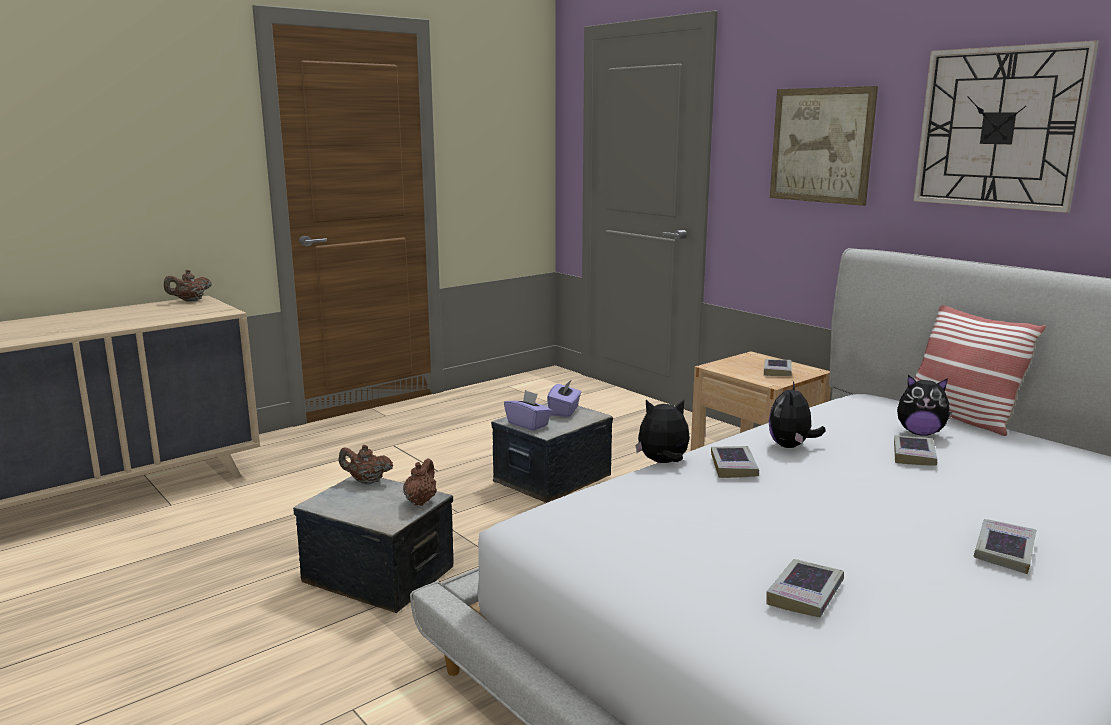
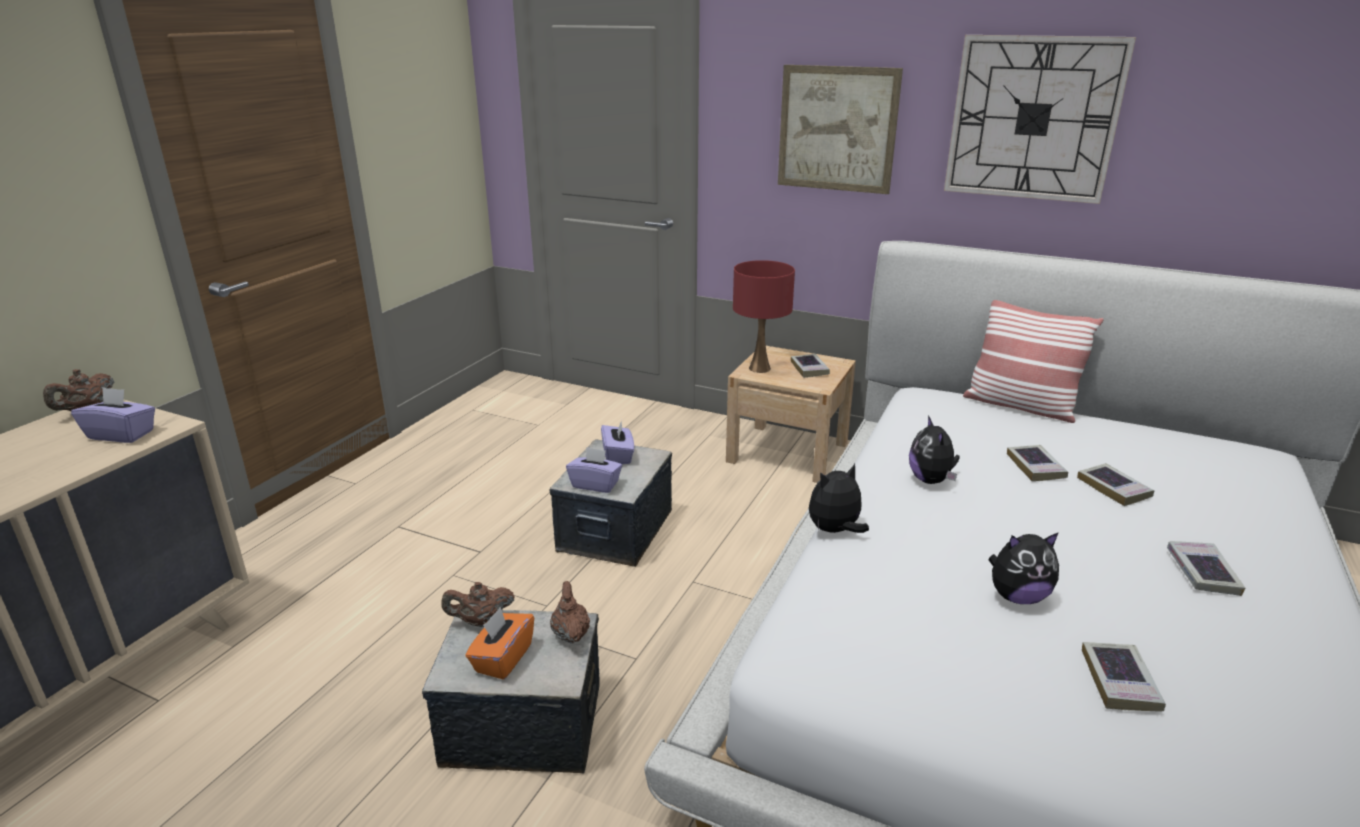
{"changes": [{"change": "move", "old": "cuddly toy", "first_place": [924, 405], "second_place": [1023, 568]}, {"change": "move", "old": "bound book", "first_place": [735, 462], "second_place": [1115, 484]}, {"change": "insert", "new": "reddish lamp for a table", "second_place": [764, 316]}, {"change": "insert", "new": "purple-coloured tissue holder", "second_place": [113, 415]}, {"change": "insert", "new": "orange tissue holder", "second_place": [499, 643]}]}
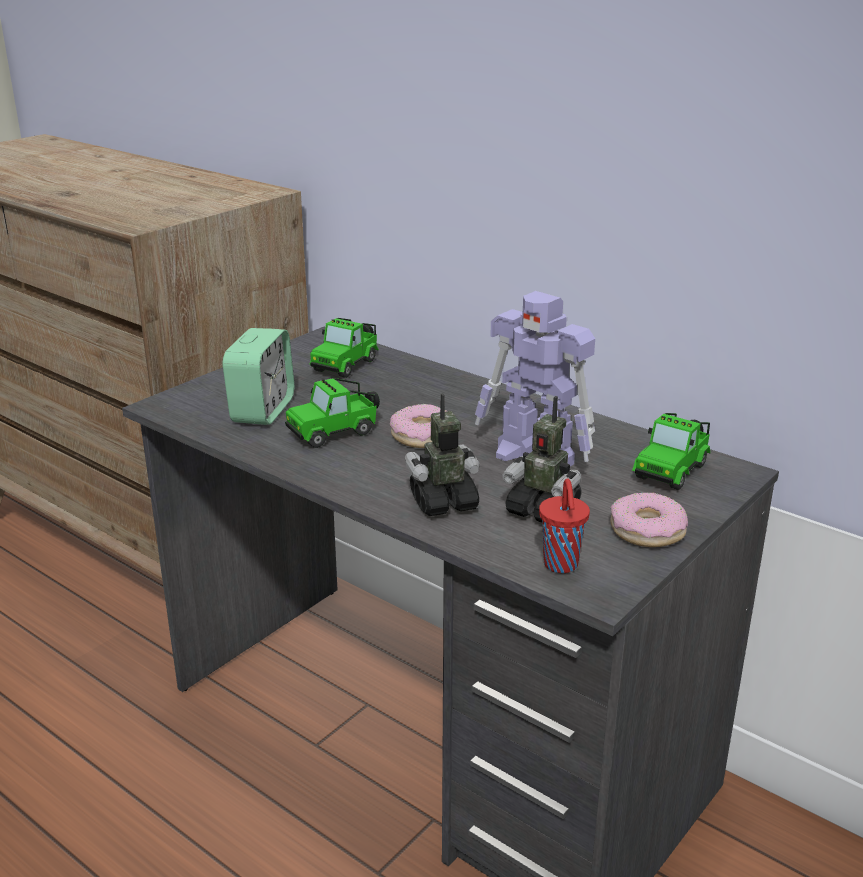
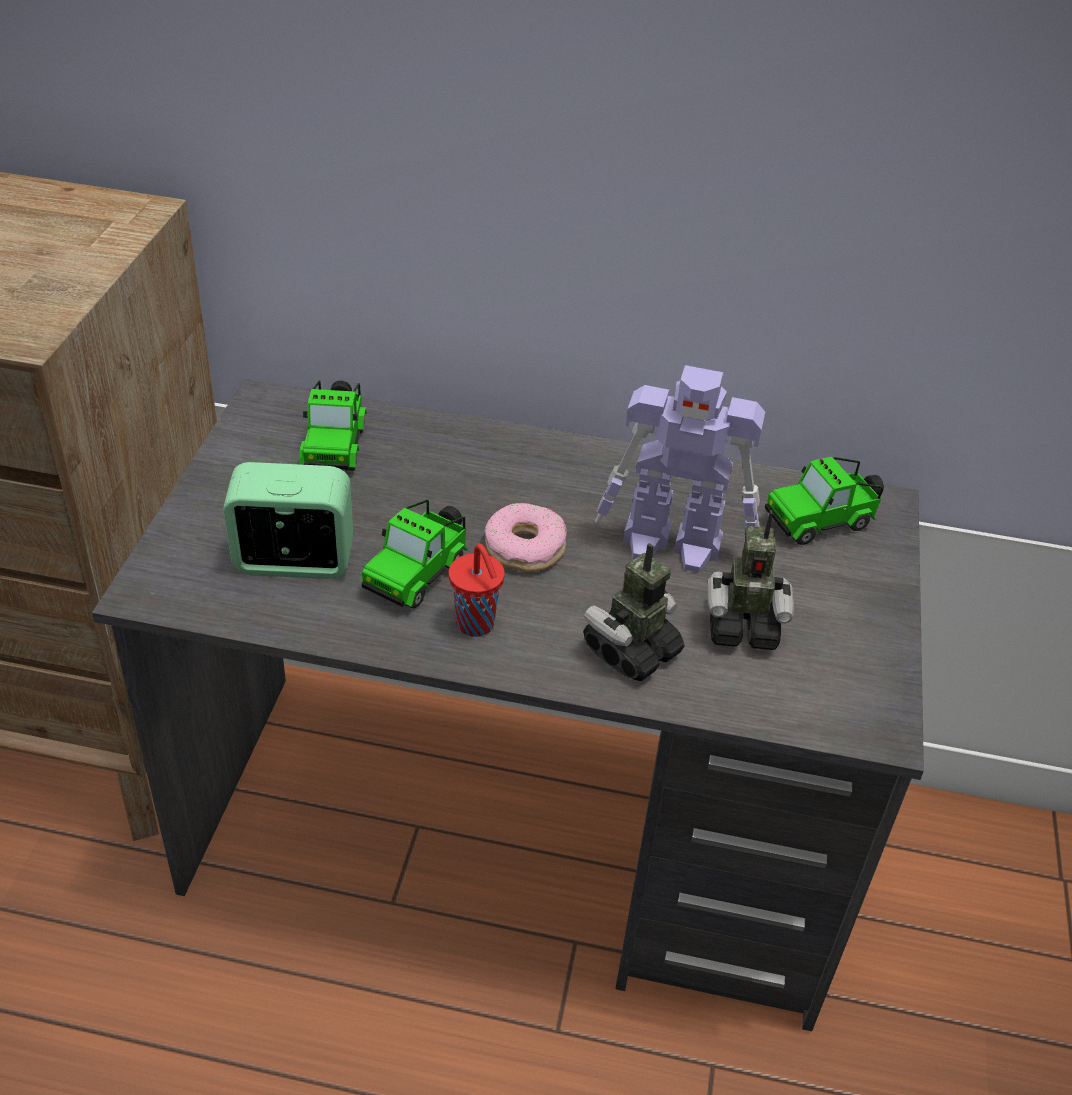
{"changes": [{"change": "rotate", "old": "bedside clock", "first_place": [258, 376], "second_place": [288, 520], "degrees": -75}, {"change": "rotate", "old": "toy car", "first_place": [671, 451], "second_place": [824, 501], "degrees": 60}, {"change": "move", "old": "reddish small cup", "first_place": [564, 526], "second_place": [476, 590]}, {"change": "delete", "old": "donut", "first_place": [649, 519]}]}
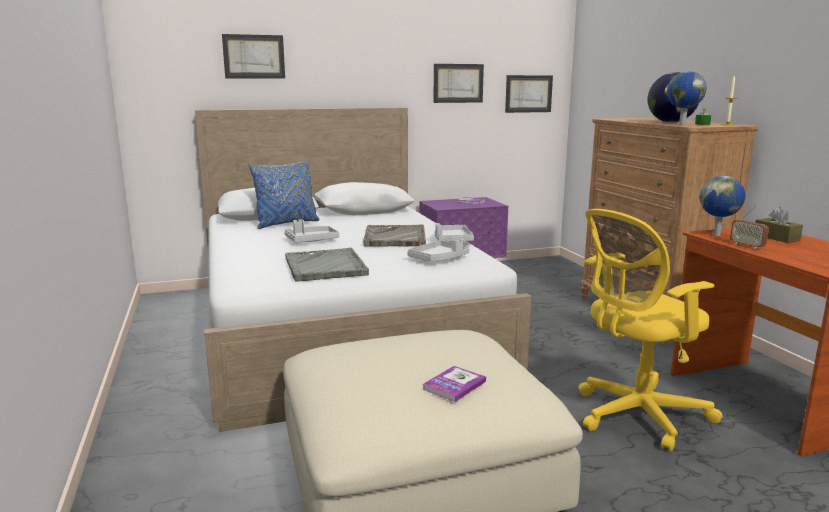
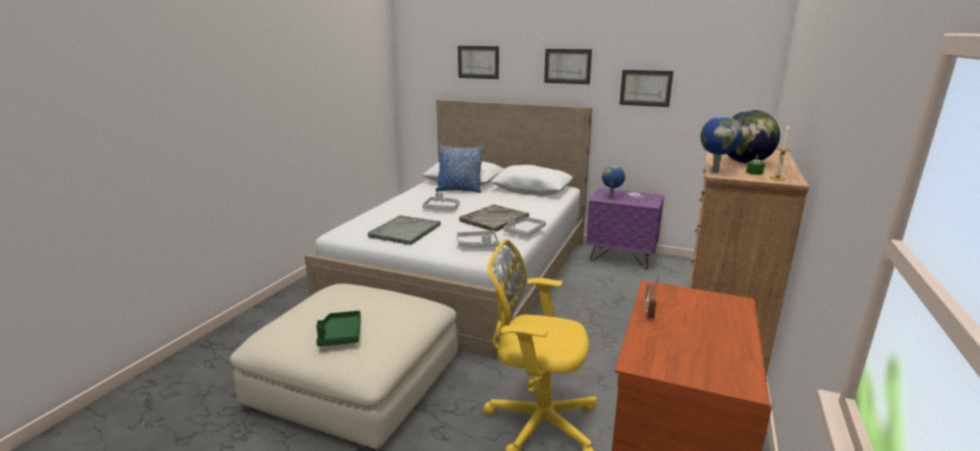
{"changes": [{"change": "move", "old": "wall art", "first_place": [529, 94], "second_place": [568, 66]}, {"change": "move", "old": "globe", "first_place": [722, 206], "second_place": [613, 182]}, {"change": "delete", "old": "brown tissue holder", "first_place": [779, 225]}, {"change": "replace", "old": "bound book", "new": "greenish serving tray", "first_place": [454, 384], "second_place": [338, 328]}]}
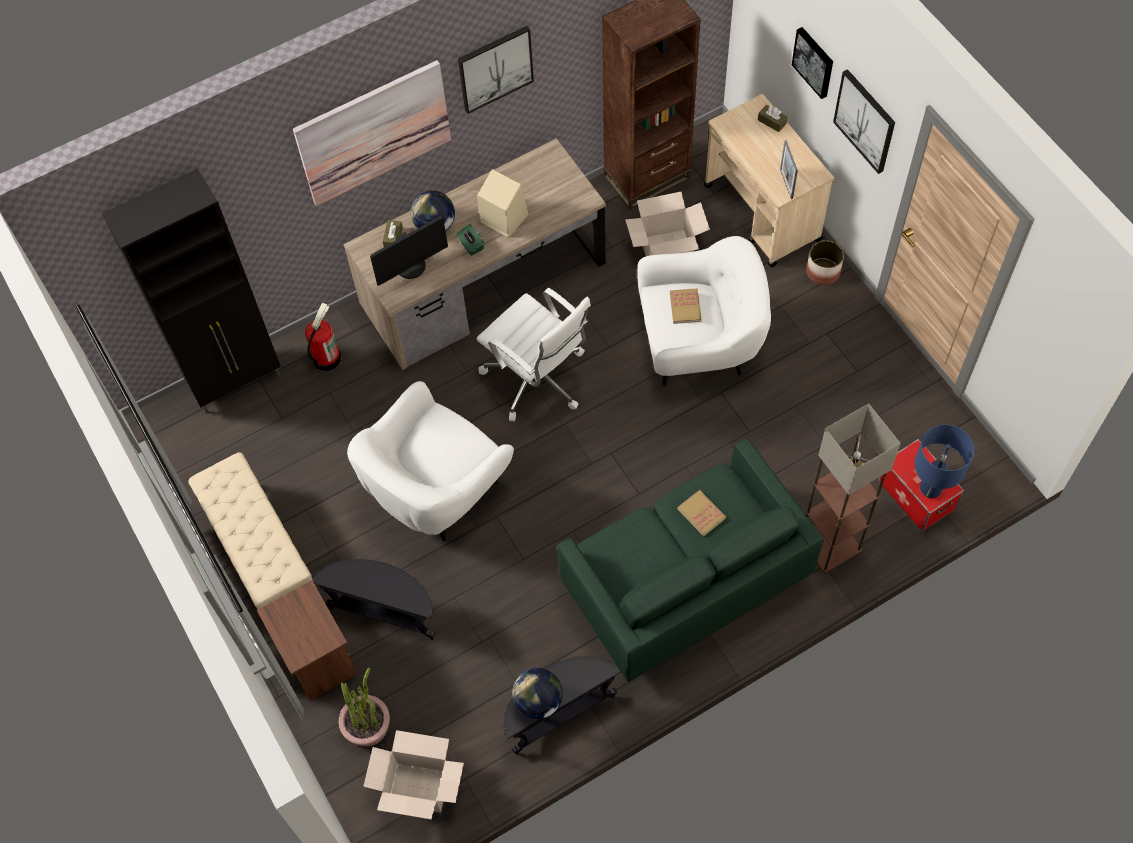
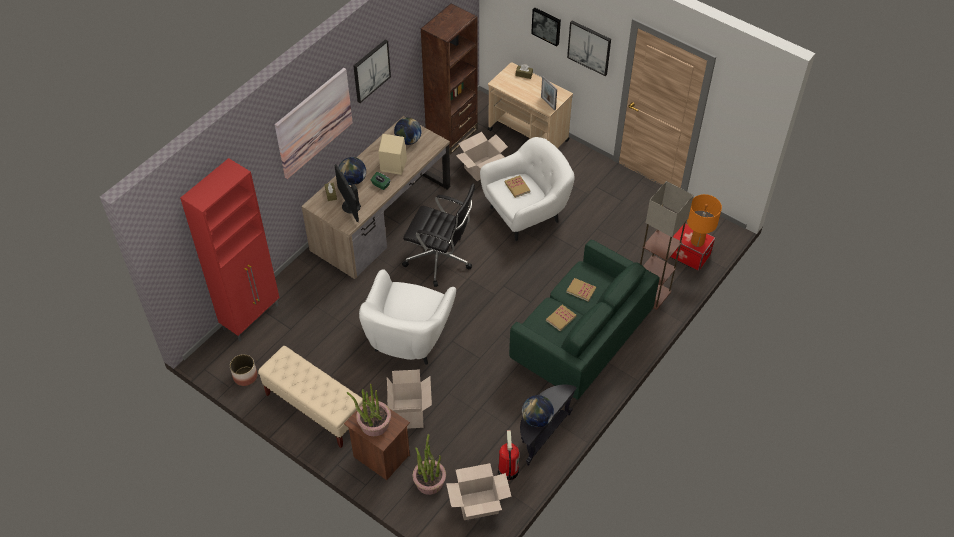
{"changes": [{"change": "recolor", "old": "black-coloured storage cabinet", "new": "reddish storage cabinet", "first_place": [191, 291], "second_place": [230, 249]}, {"change": "rotate", "old": "computer screen", "first_place": [409, 250], "second_place": [347, 193], "degrees": 120}, {"change": "move", "old": "planter", "first_place": [825, 262], "second_place": [243, 370]}, {"change": "recolor", "old": "white computer chair", "new": "black-coloured computer chair", "first_place": [534, 354], "second_place": [438, 235]}, {"change": "move", "old": "extinguisher", "first_place": [323, 337], "second_place": [508, 455]}, {"change": "recolor", "old": "blue lamp for a table", "new": "orange lamp for a table", "first_place": [944, 461], "second_place": [704, 220]}, {"change": "replace", "old": "black-coloured side table", "new": "cardboard box", "first_place": [374, 599], "second_place": [409, 399]}, {"change": "insert", "new": "globe", "second_place": [408, 131]}, {"change": "insert", "new": "bound book", "second_place": [561, 318]}, {"change": "insert", "new": "houseplant", "second_place": [369, 410]}]}
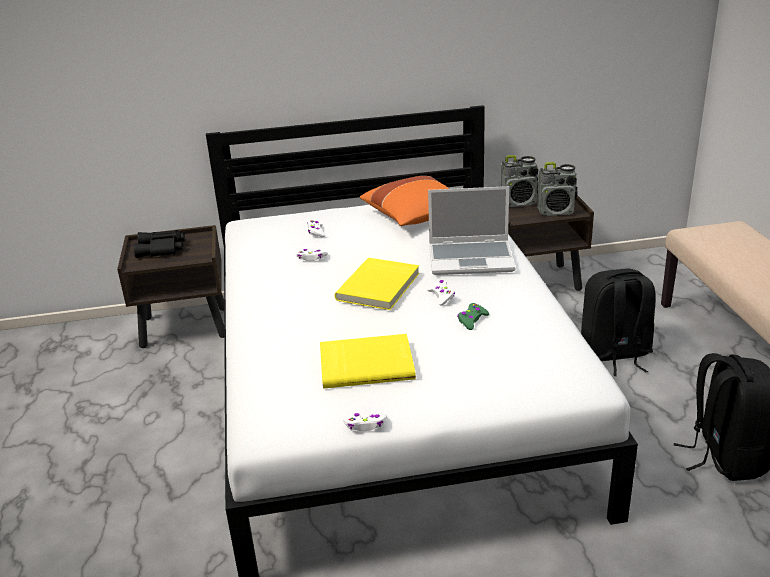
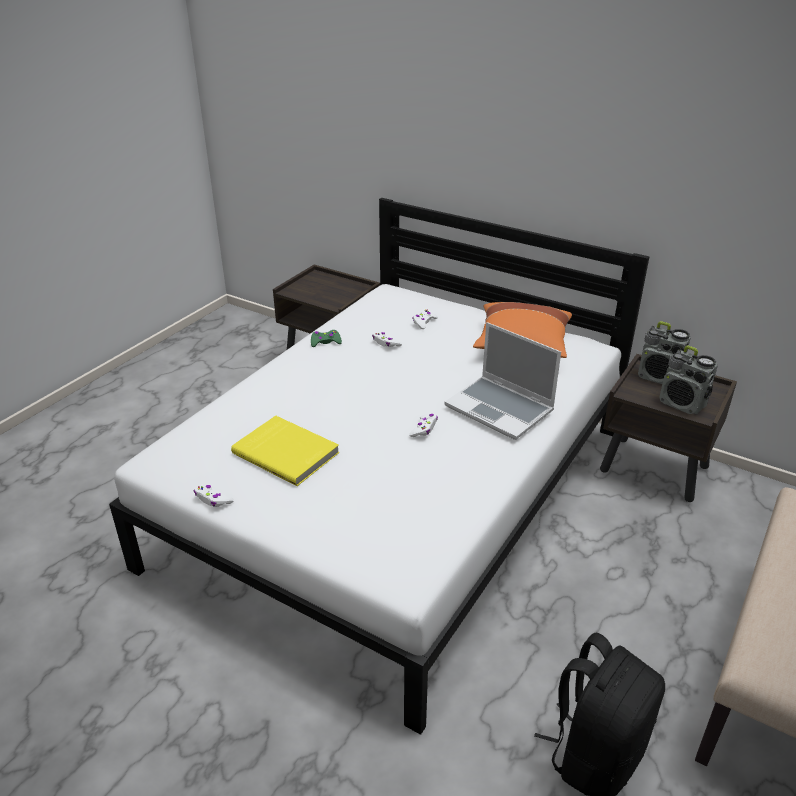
{"changes": [{"change": "delete", "old": "black-coloured binoculars", "first_place": [159, 244]}, {"change": "delete", "old": "yellow bound book", "first_place": [377, 284]}, {"change": "delete", "old": "black-coloured rucksack", "first_place": [618, 322]}, {"change": "move", "old": "greenish joypad", "first_place": [473, 316], "second_place": [326, 338]}]}
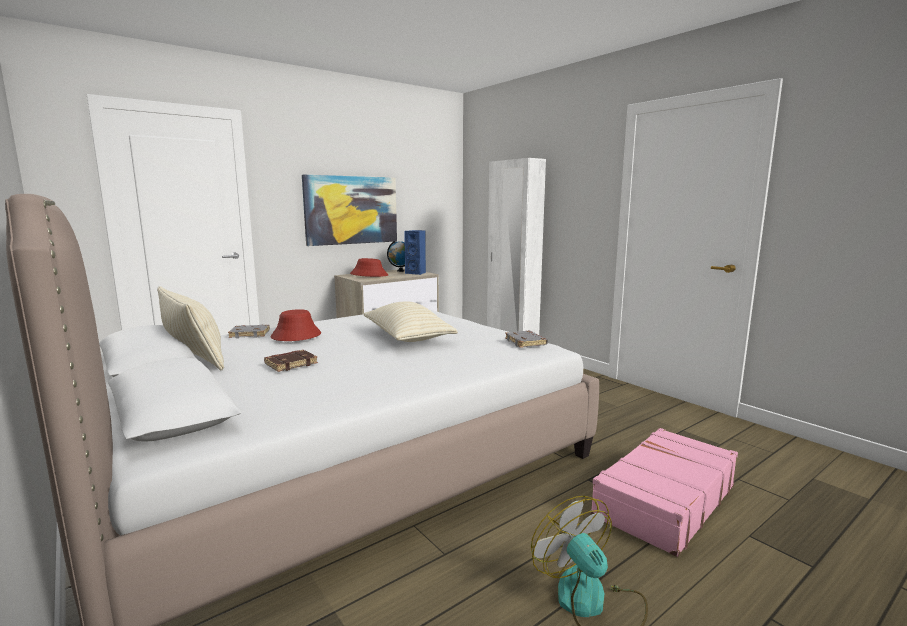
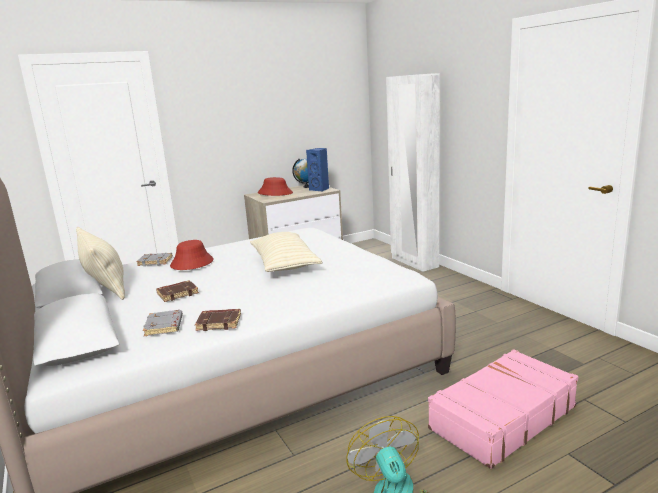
{"changes": [{"change": "delete", "old": "wall art", "first_place": [349, 210]}, {"change": "move", "old": "greyish bound book", "first_place": [526, 339], "second_place": [163, 323]}, {"change": "insert", "new": "brown bound book", "second_place": [218, 320]}]}
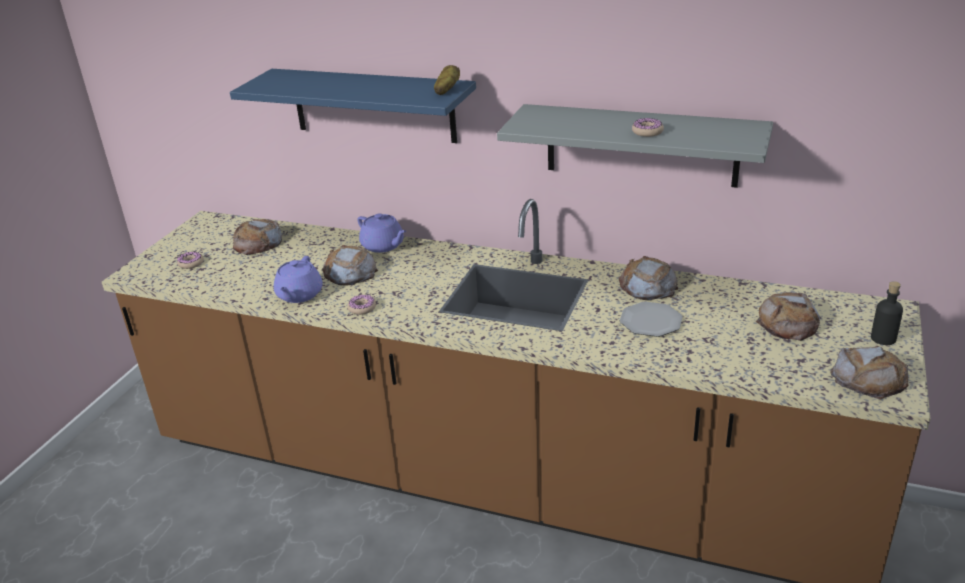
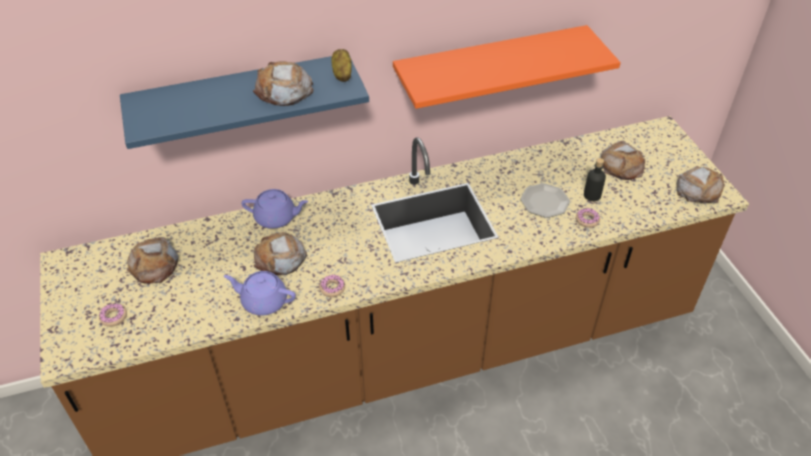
{"changes": [{"change": "recolor", "old": "greyish shelf", "new": "orange shelf", "first_place": [635, 146], "second_place": [507, 67]}, {"change": "move", "old": "donut", "first_place": [648, 127], "second_place": [588, 218]}, {"change": "rotate", "old": "purple-coloured pot for tea", "first_place": [298, 279], "second_place": [260, 293], "degrees": 135}, {"change": "move", "old": "bakery bread", "first_place": [649, 278], "second_place": [283, 83]}, {"change": "move", "old": "black-coloured beverage bottle", "first_place": [887, 313], "second_place": [595, 179]}]}
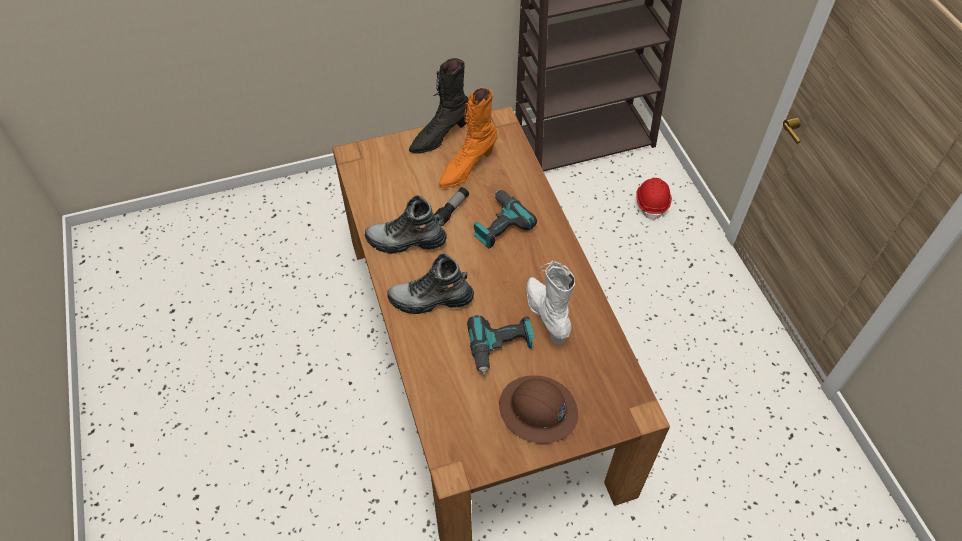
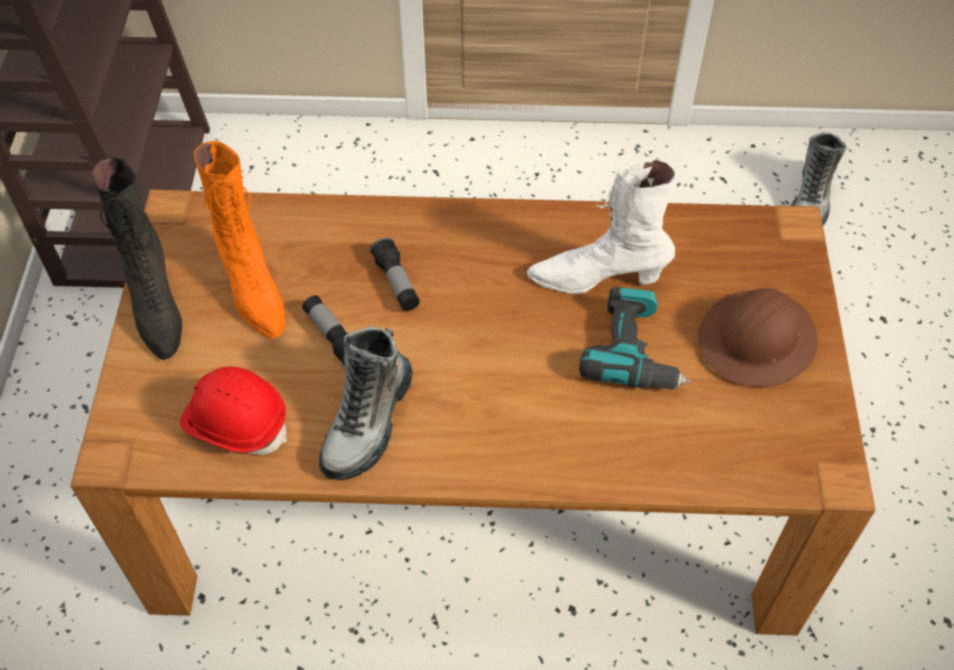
{"changes": [{"change": "move", "old": "reddish work helmet", "first_place": [654, 199], "second_place": [233, 411]}, {"change": "replace", "old": "electric drill", "new": "flashlight", "first_place": [505, 219], "second_place": [395, 274]}, {"change": "move", "old": "tall boot", "first_place": [430, 283], "second_place": [819, 178]}]}
